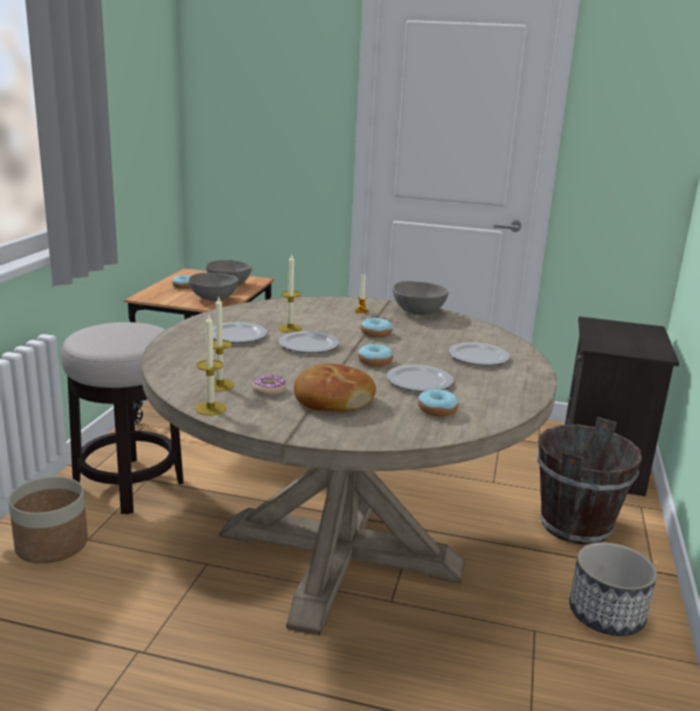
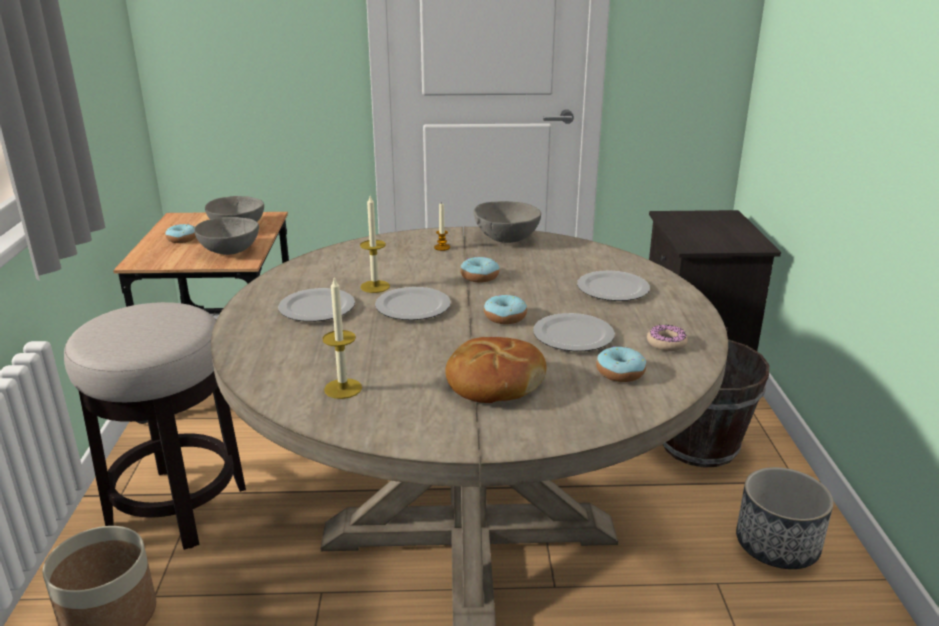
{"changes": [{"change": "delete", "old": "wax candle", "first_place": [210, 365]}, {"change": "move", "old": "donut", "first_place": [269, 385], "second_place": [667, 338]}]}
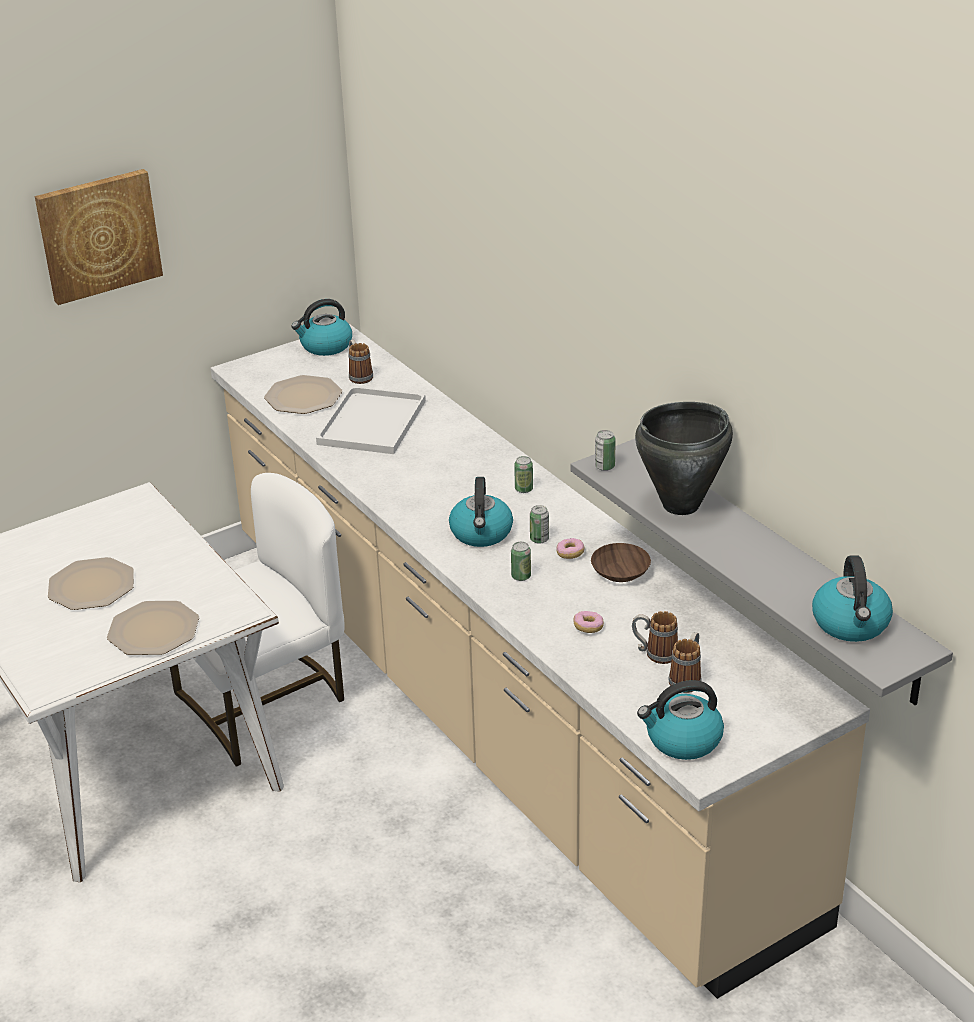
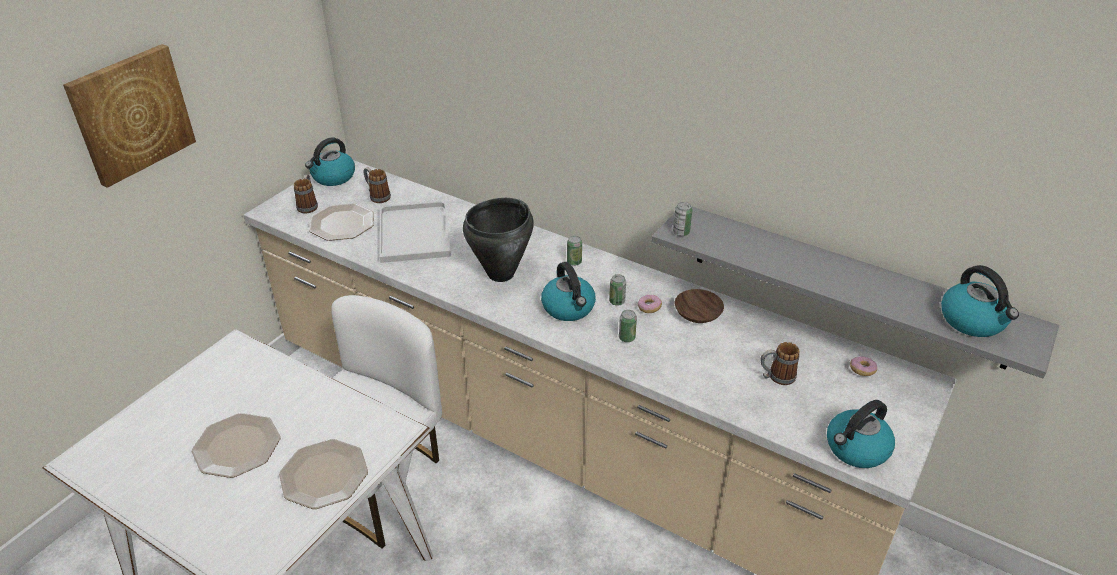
{"changes": [{"change": "move", "old": "black-coloured saucepot", "first_place": [684, 458], "second_place": [498, 240]}, {"change": "move", "old": "donut", "first_place": [589, 622], "second_place": [863, 366]}, {"change": "move", "old": "coffee mug", "first_place": [685, 662], "second_place": [306, 194]}]}
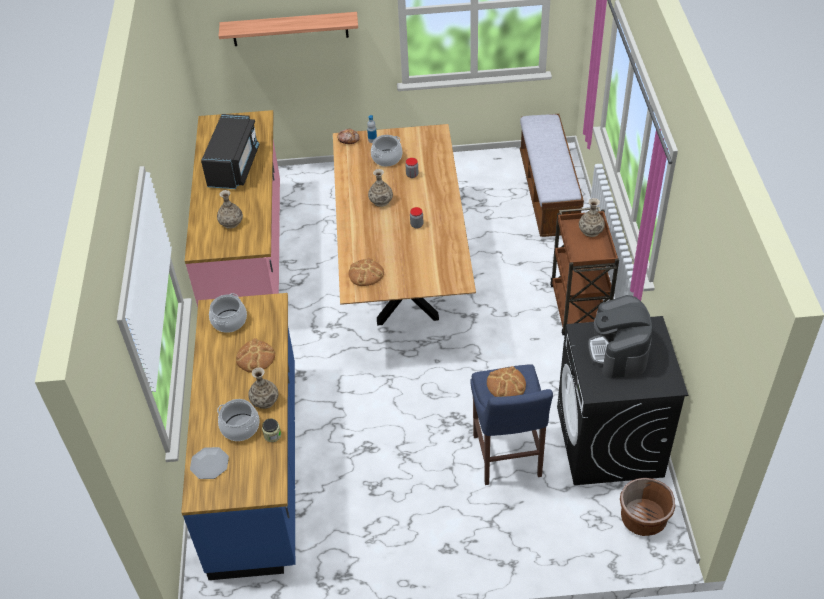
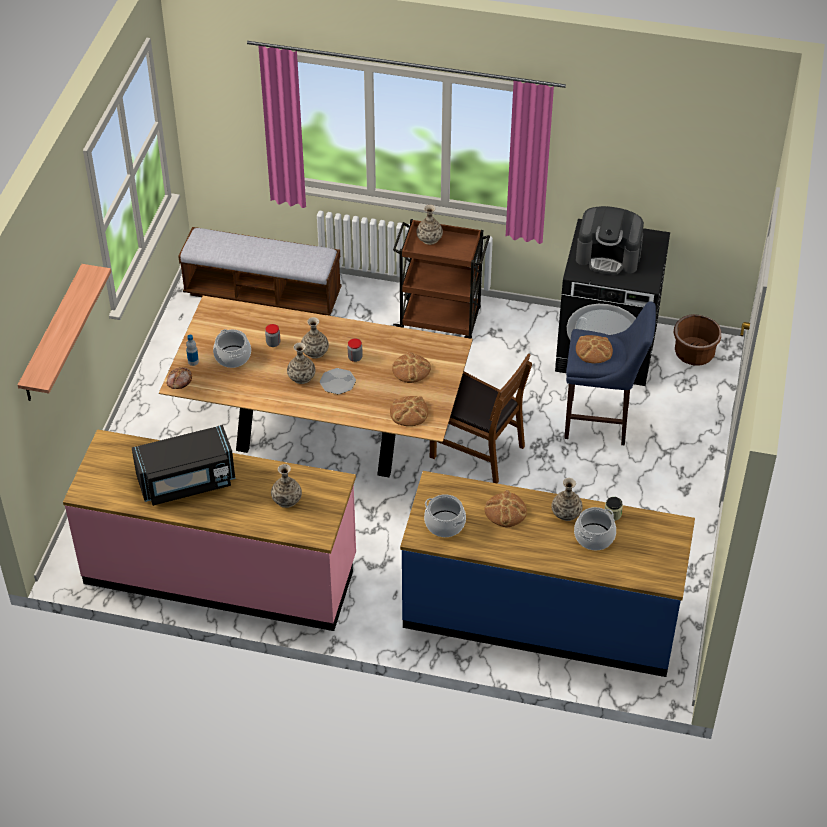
{"changes": [{"change": "rotate", "old": "black-coloured microwave oven", "first_place": [230, 151], "second_place": [183, 465], "degrees": 135}, {"change": "move", "old": "flat dish", "first_place": [209, 463], "second_place": [338, 381]}, {"change": "insert", "new": "flower vase", "second_place": [315, 338]}, {"change": "insert", "new": "bakery bread", "second_place": [411, 367]}, {"change": "insert", "new": "brown plain chair", "second_place": [481, 418]}]}
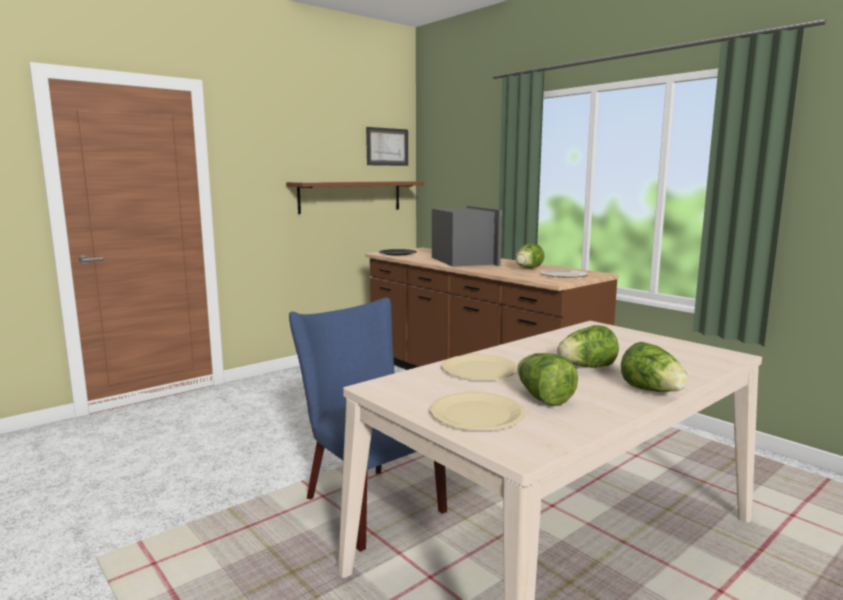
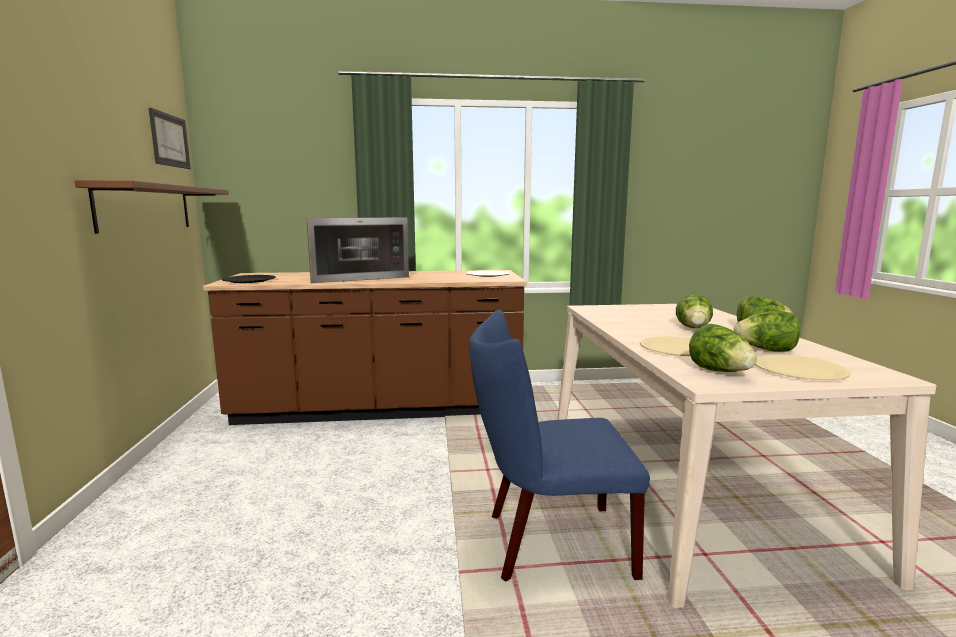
{"changes": [{"change": "rotate", "old": "microwave oven", "first_place": [467, 236], "second_place": [358, 250], "degrees": 135}, {"change": "move", "old": "head of lettuce", "first_place": [530, 256], "second_place": [723, 348]}]}
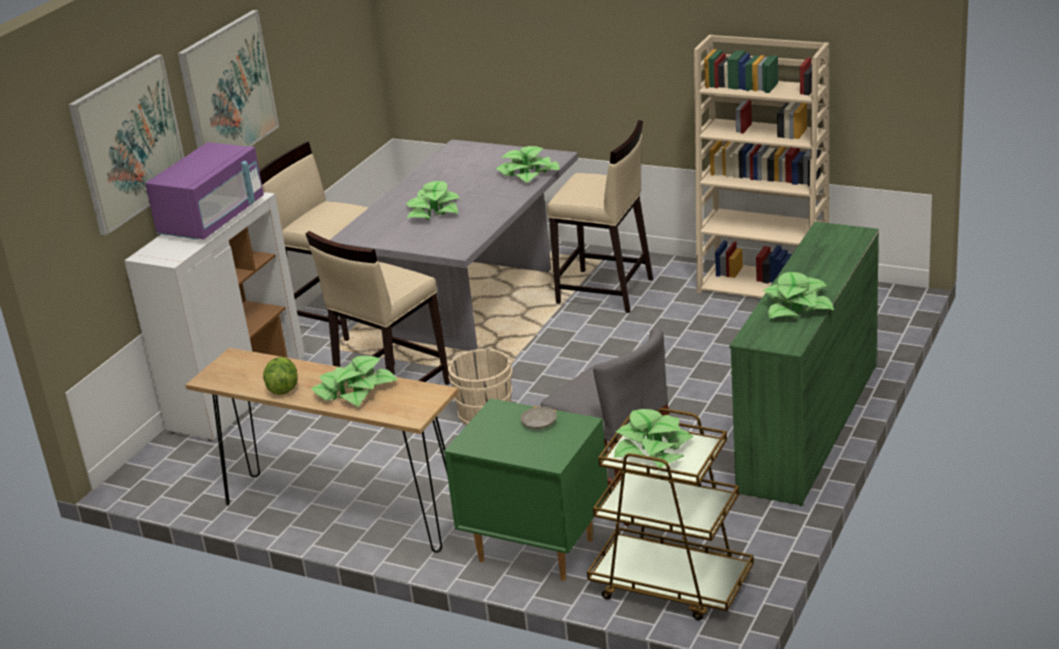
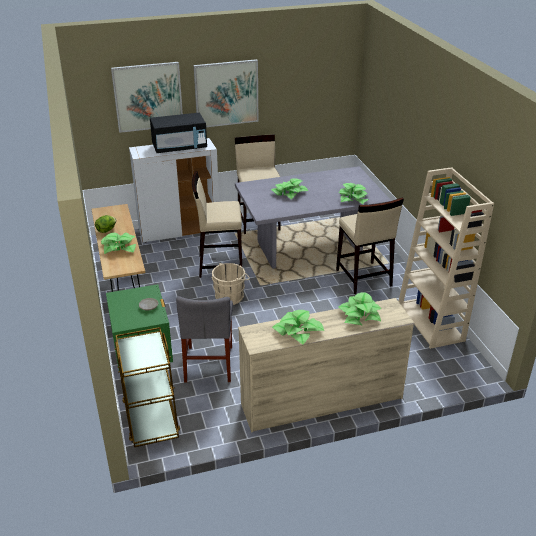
{"changes": [{"change": "recolor", "old": "purple-coloured microwave oven", "new": "black-coloured microwave oven", "first_place": [204, 191], "second_place": [178, 133]}, {"change": "recolor", "old": "greenish dresser", "new": "sand-coloured dresser", "first_place": [804, 364], "second_place": [326, 365]}, {"change": "move", "old": "houseplant", "first_place": [654, 438], "second_place": [360, 308]}]}
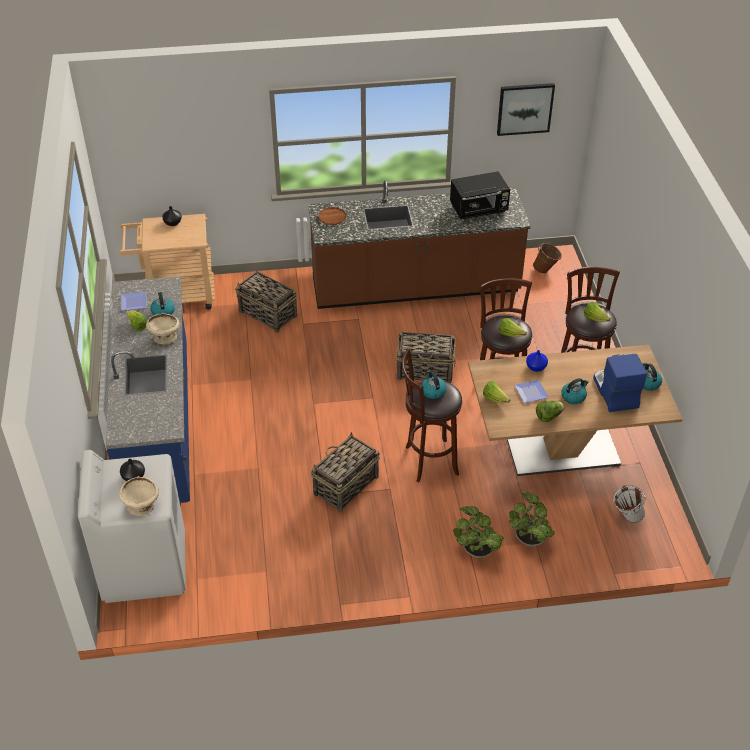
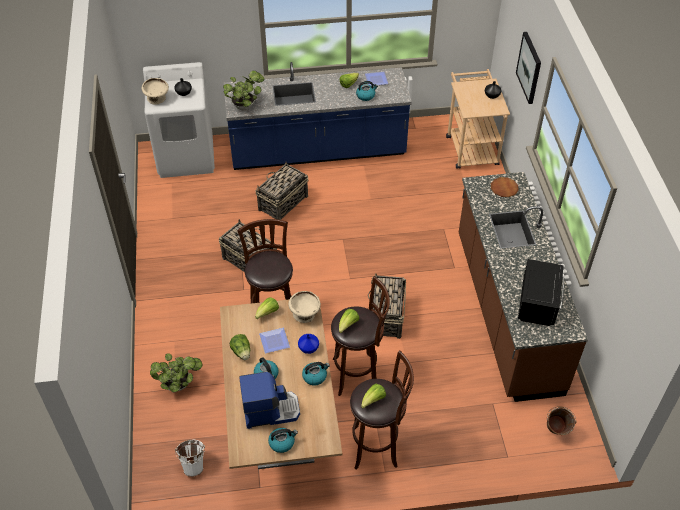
{"changes": [{"change": "move", "old": "wall art", "first_place": [526, 109], "second_place": [528, 68]}, {"change": "rotate", "old": "black-coloured microwave oven", "first_place": [480, 195], "second_place": [541, 292], "degrees": -150}, {"change": "move", "old": "household basket", "first_place": [266, 302], "second_place": [282, 191]}, {"change": "move", "old": "sand-coloured deep dish", "first_place": [163, 328], "second_place": [305, 307]}, {"change": "move", "old": "tea kettle", "first_place": [434, 385], "second_place": [316, 373]}, {"change": "move", "old": "houseplant", "first_place": [478, 532], "second_place": [243, 90]}]}
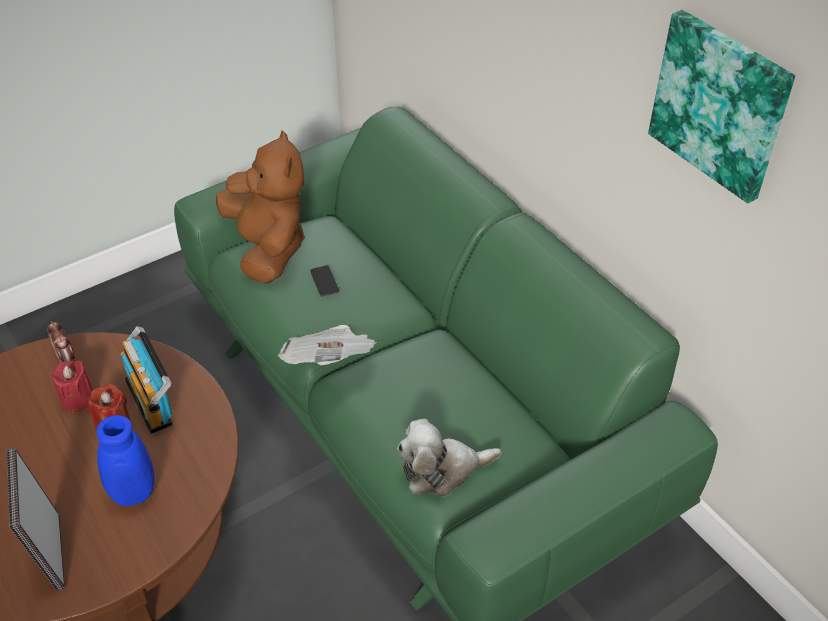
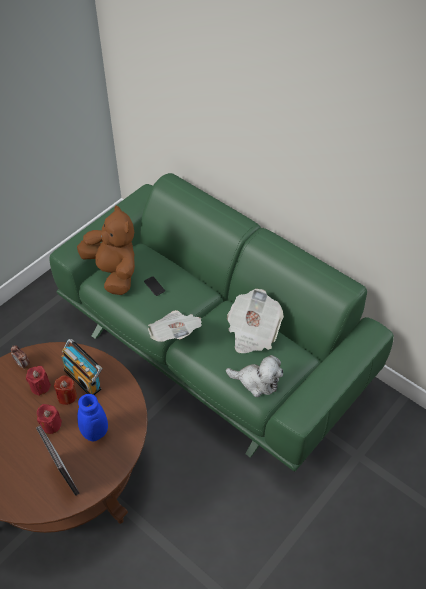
{"changes": [{"change": "delete", "old": "wall art", "first_place": [721, 106]}, {"change": "rotate", "old": "cuddly toy", "first_place": [449, 458], "second_place": [254, 376], "degrees": -135}, {"change": "insert", "new": "printed paper", "second_place": [255, 321]}, {"change": "insert", "new": "reddish wax candle", "second_place": [49, 419]}]}
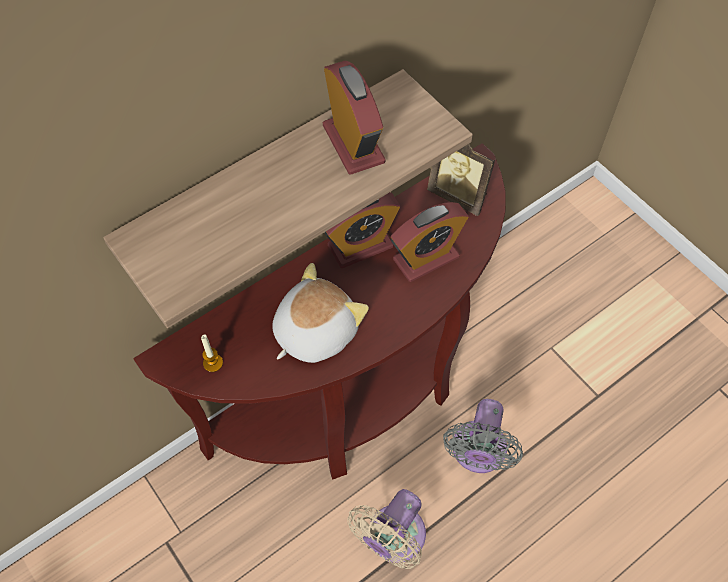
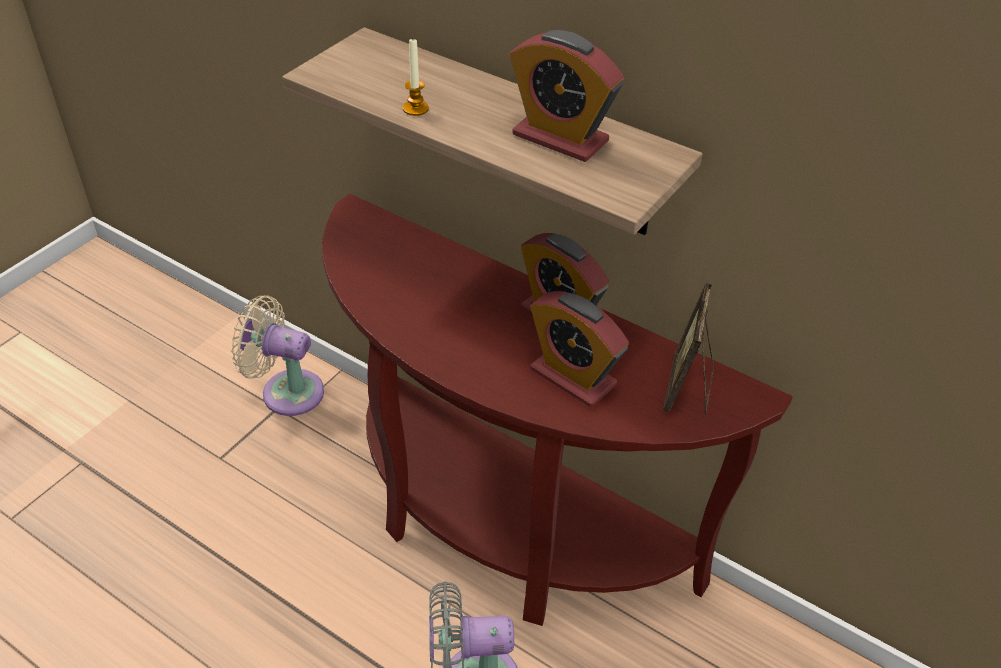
{"changes": [{"change": "rotate", "old": "bedside clock", "first_place": [354, 118], "second_place": [567, 96], "degrees": 75}, {"change": "delete", "old": "cuddly toy", "first_place": [320, 313]}, {"change": "move", "old": "wax candle", "first_place": [212, 353], "second_place": [416, 77]}, {"change": "move", "old": "sand-coloured cooling fan", "first_place": [386, 529], "second_place": [277, 355]}]}
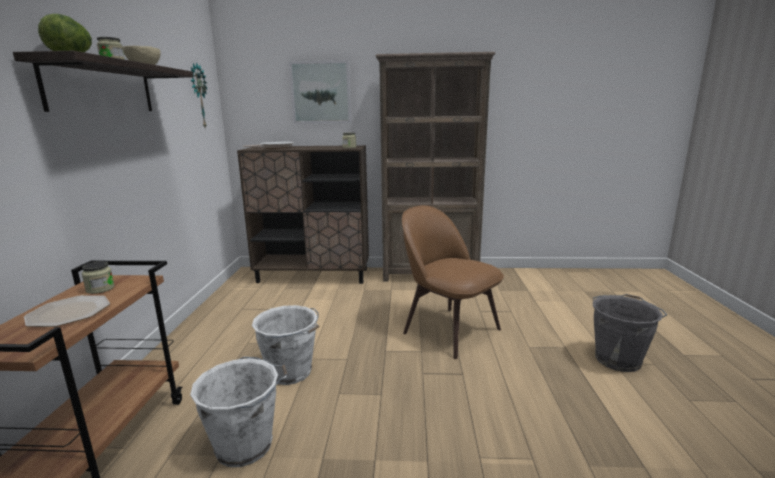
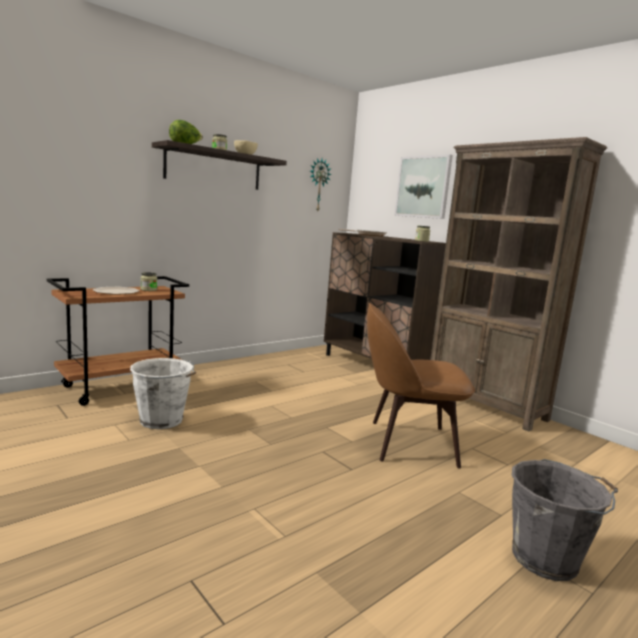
{"changes": [{"change": "rotate", "old": "brown plain chair", "first_place": [453, 282], "second_place": [421, 385], "degrees": -90}, {"change": "delete", "old": "white bucket", "first_place": [285, 345]}]}
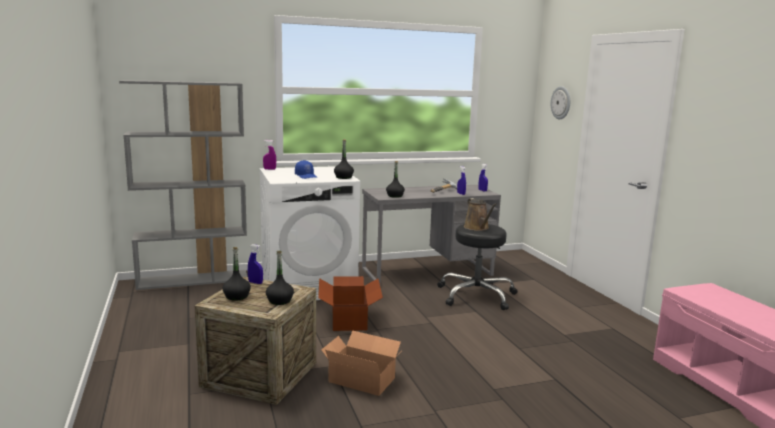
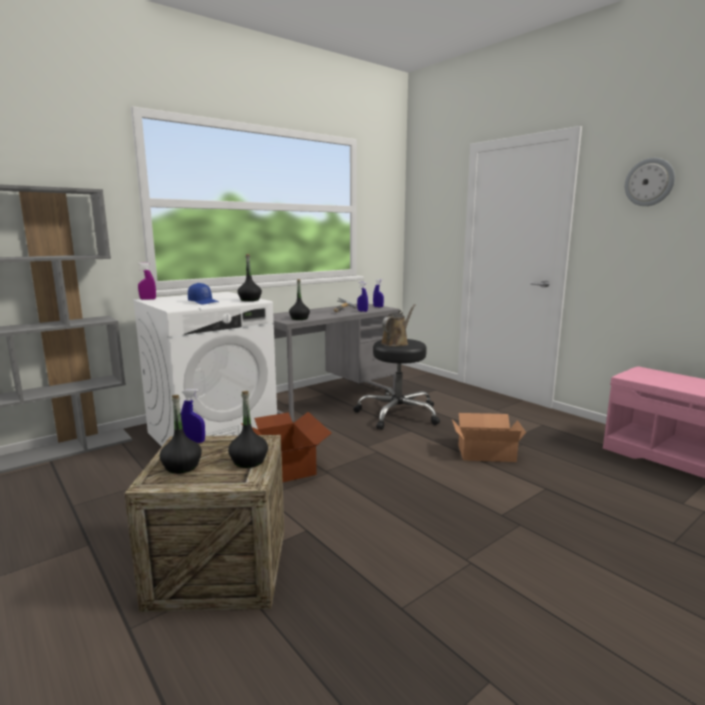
{"changes": [{"change": "move", "old": "hanging clock", "first_place": [560, 102], "second_place": [650, 182]}, {"change": "rotate", "old": "brown watering can", "first_place": [480, 214], "second_place": [398, 325], "degrees": -105}, {"change": "move", "old": "cardboard box", "first_place": [361, 363], "second_place": [489, 437]}]}
